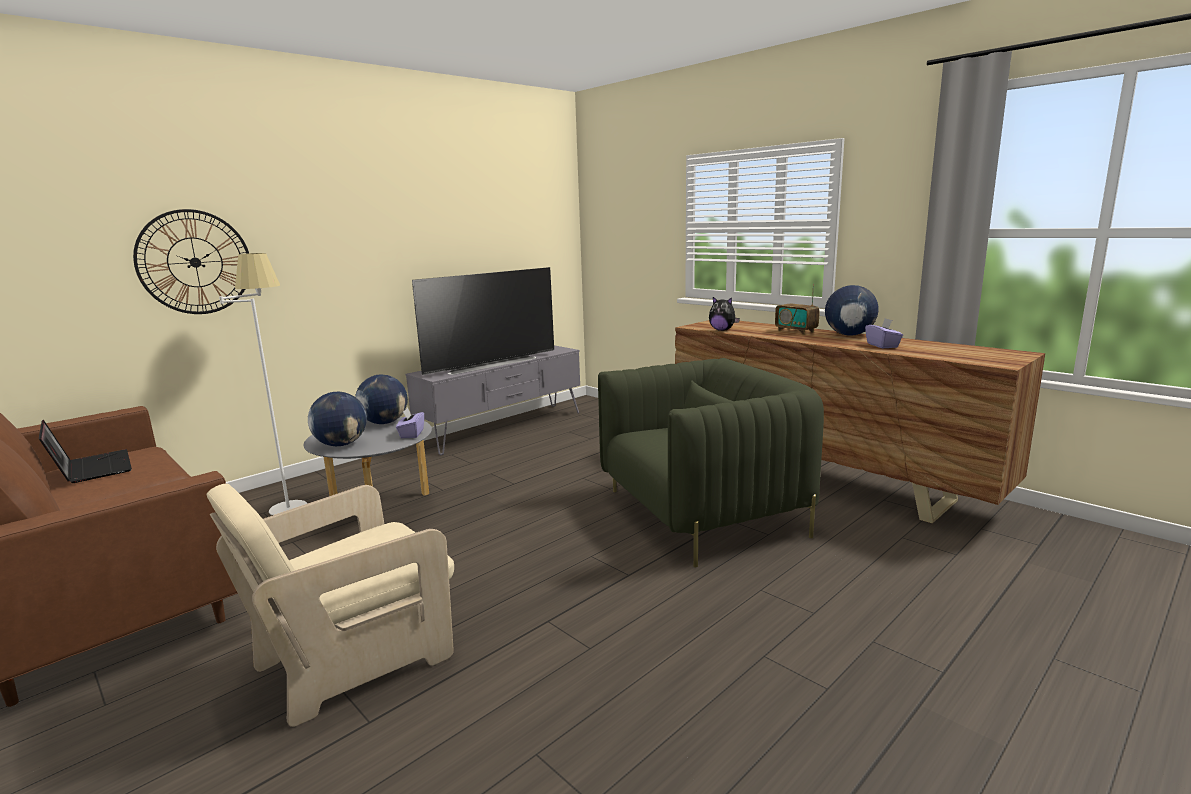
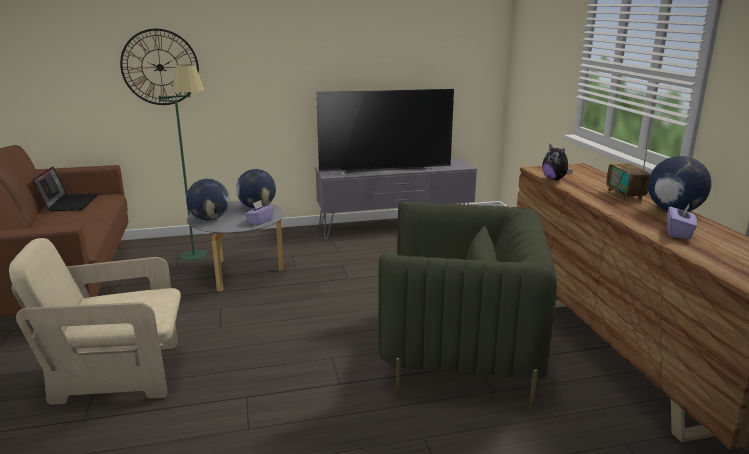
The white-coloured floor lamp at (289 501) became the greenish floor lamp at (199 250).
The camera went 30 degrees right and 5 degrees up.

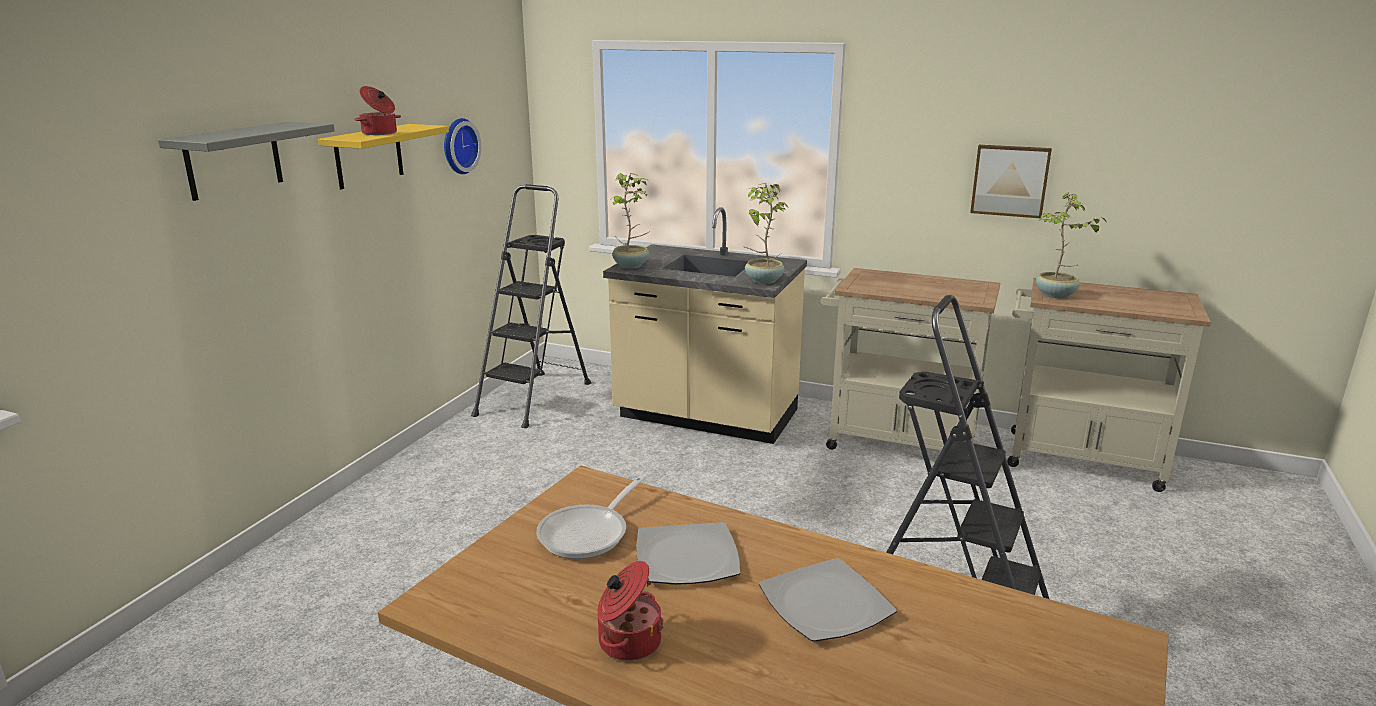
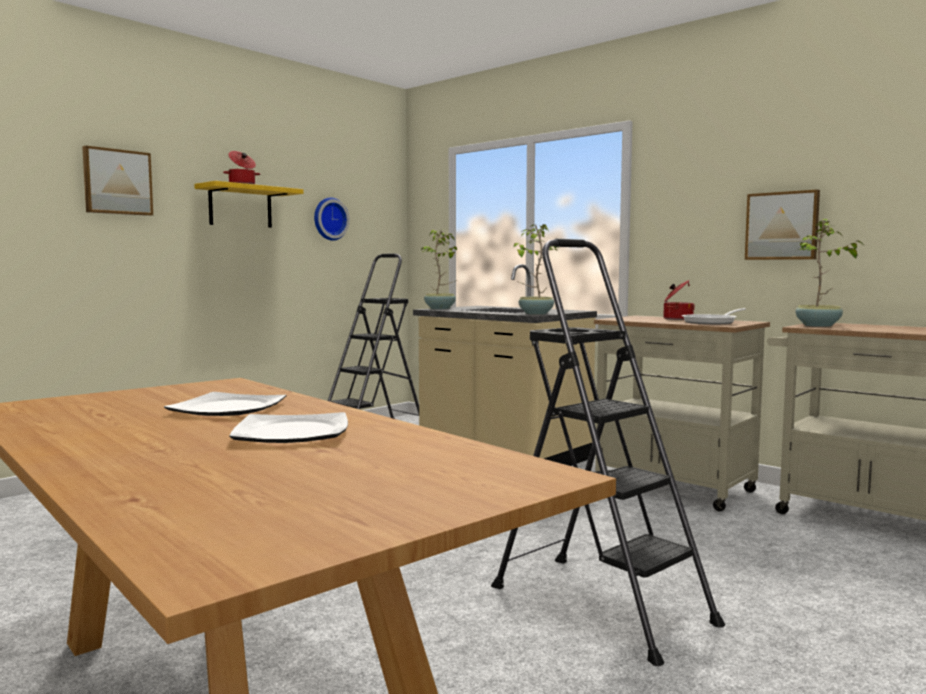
The greyish bracket shelf at (234 160) was replaced by the wall art at (117 182).
The pan moved from (589 533) to (712 322).
The cooking pot moved from (628 641) to (677 319).
The camera went 20 degrees right and 15 degrees down.

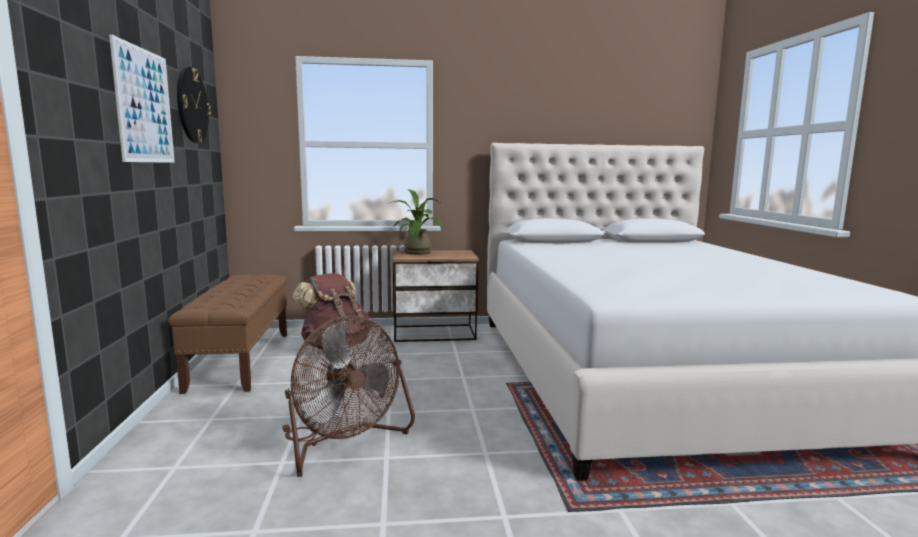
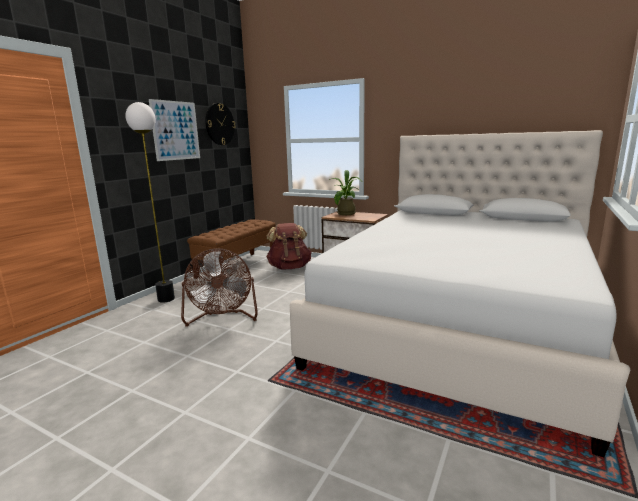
The floor lamp at (166 299) appeared.
The camera went 35 degrees right and 5 degrees up.

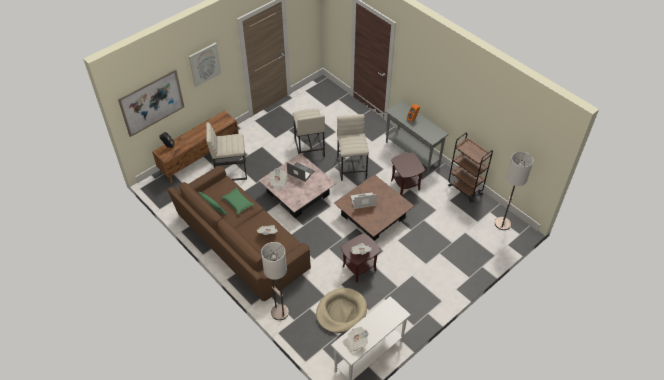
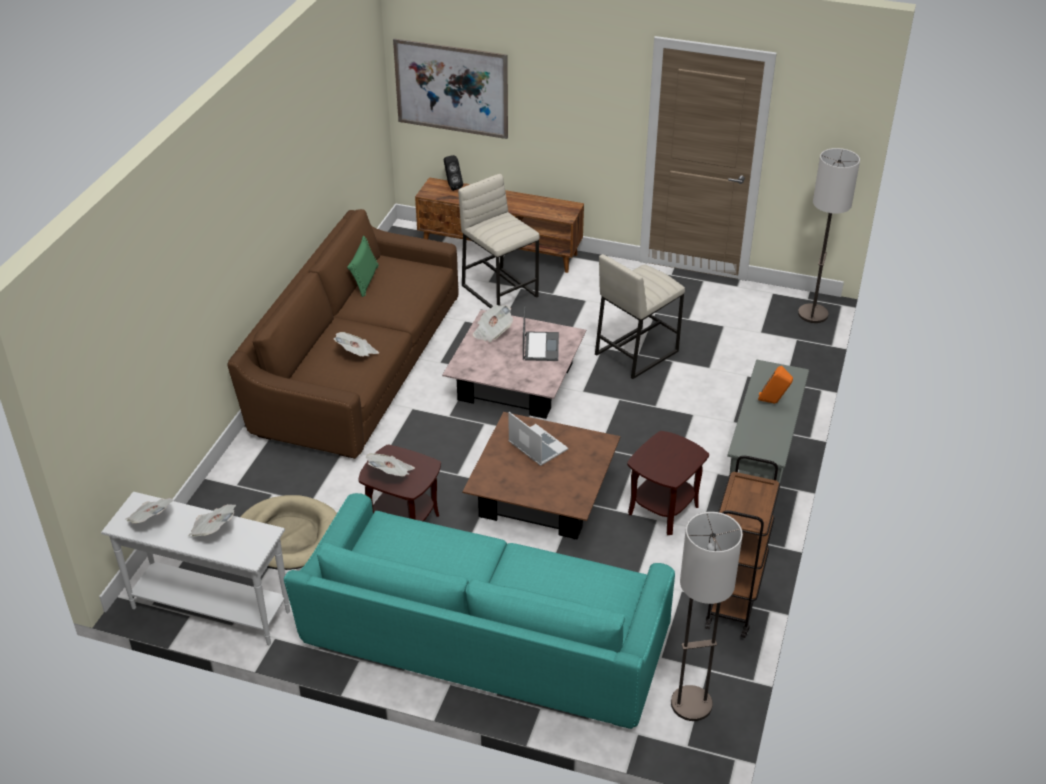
The wall art at (204 64) disappeared.
The greenish pillow at (237 202) disappeared.
The floor lamp moved from (279 312) to (812 314).
The sand-coloured stool seat at (351 167) disappeared.
The daily paper at (213 530) appeared.
The blue-green settee at (484 638) appeared.
The camera went 60 degrees right and 10 degrees down.

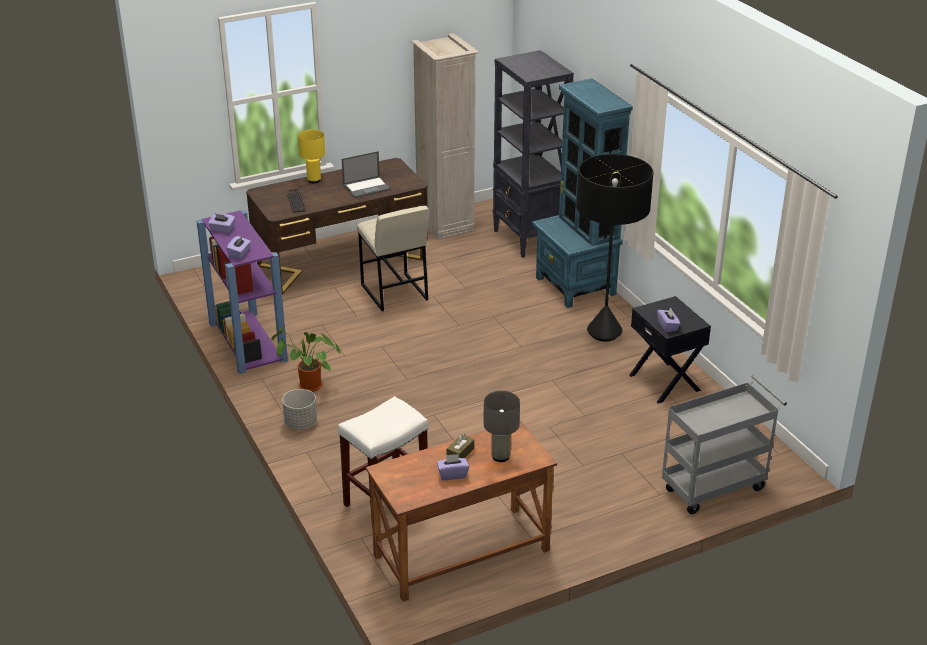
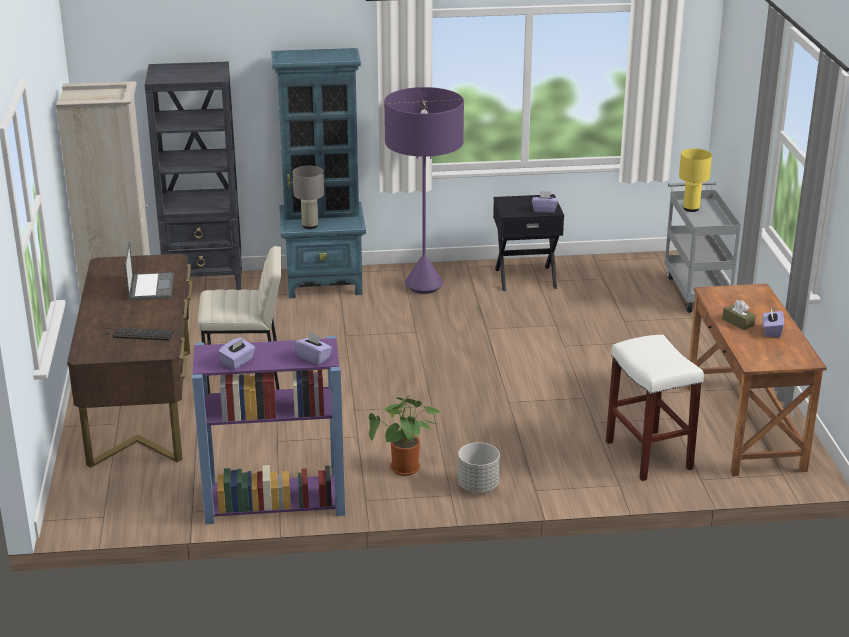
The yellow-coloured lamp for a table moved from (314 180) to (690 209).
The greyish lamp for a table moved from (501 456) to (310 226).
The black floor lamp at (604 334) became the purplish floor lamp at (424 287).
The camera went 70 degrees left and 5 degrees down.

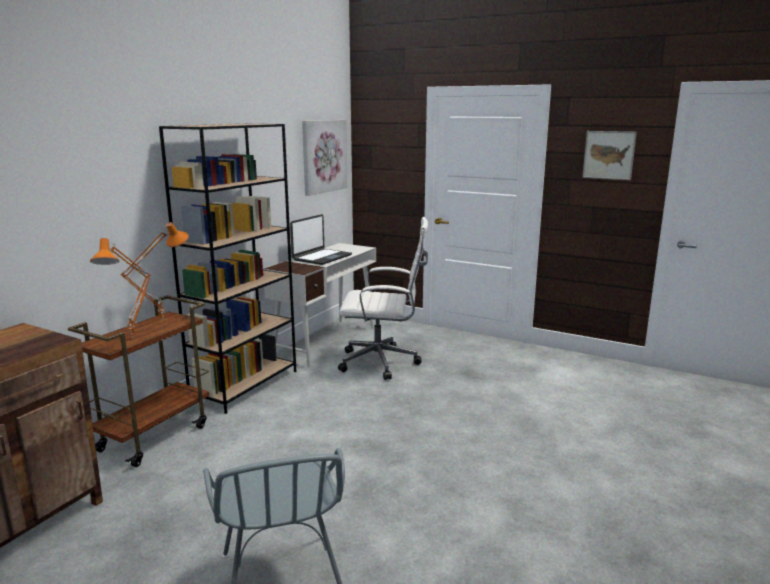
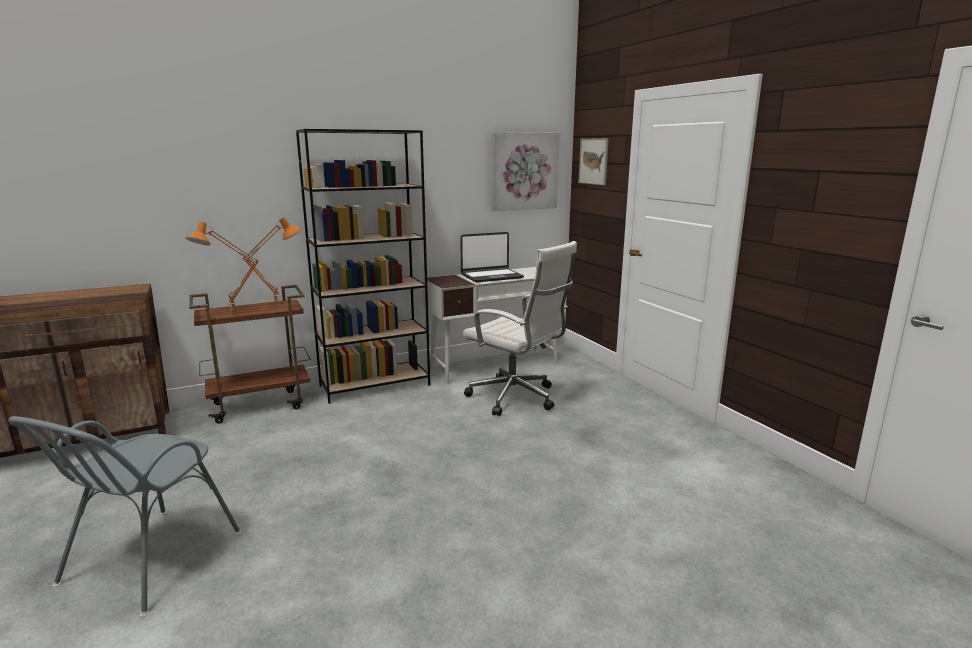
The wall art moved from (608 155) to (593 161).
The camera went 35 degrees right and 0 degrees up.

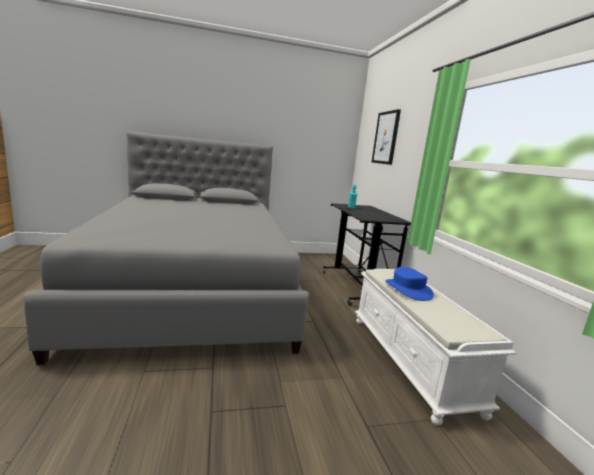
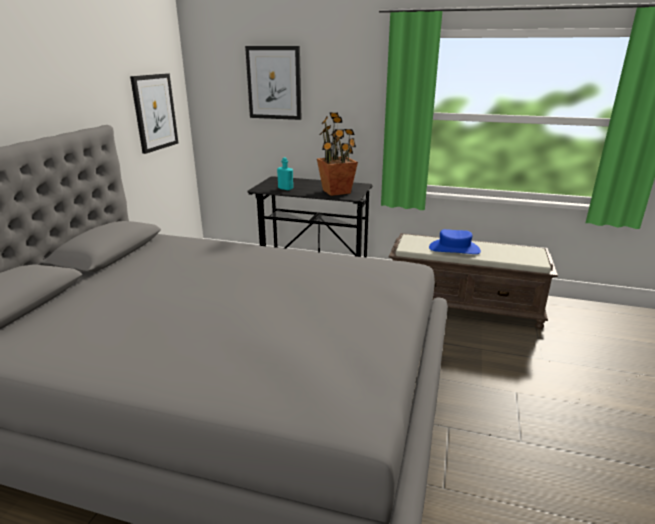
The white-coloured indoor bench at (411 361) became the brown indoor bench at (464 306).
The wall art at (154 112) appeared.
The potted plant at (337 192) appeared.
The camera went 60 degrees left and 10 degrees up.

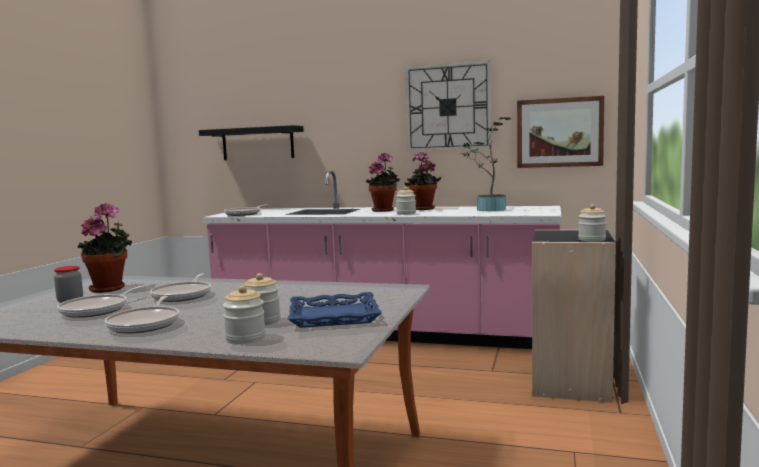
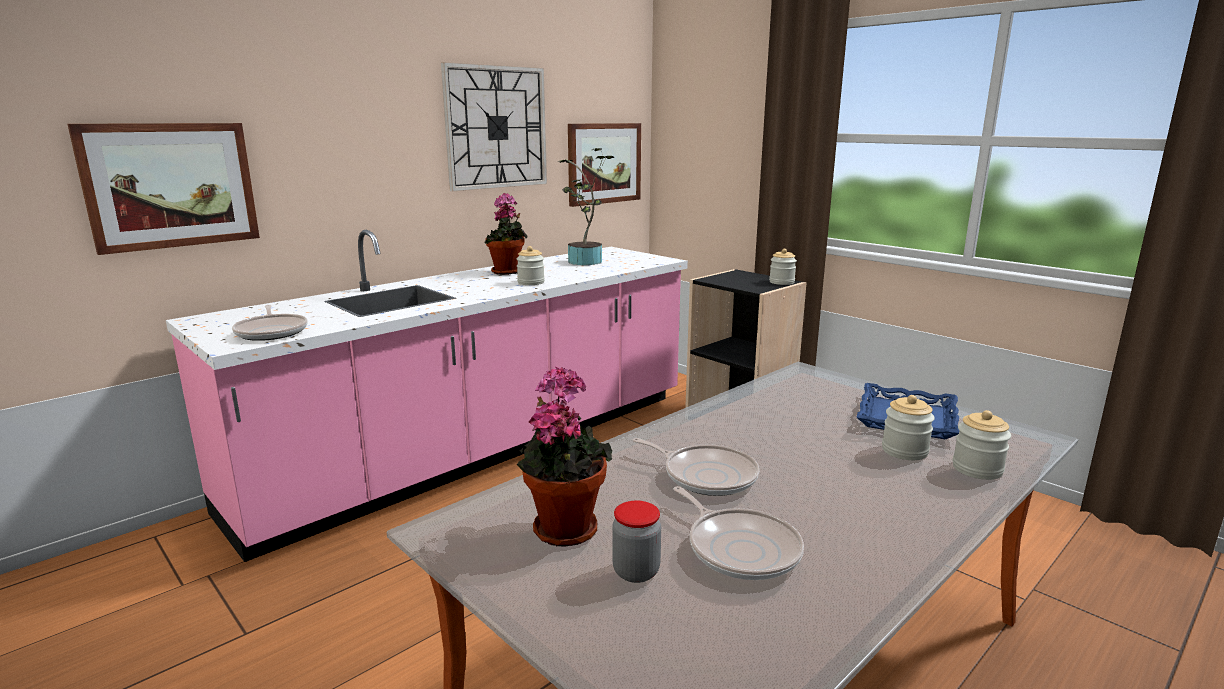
The pan at (145 324) disappeared.
The black bracket shelf at (257 143) was replaced by the wall art at (171 185).
The potted plant at (384 210) disappeared.
The camera went 60 degrees left and 10 degrees up.

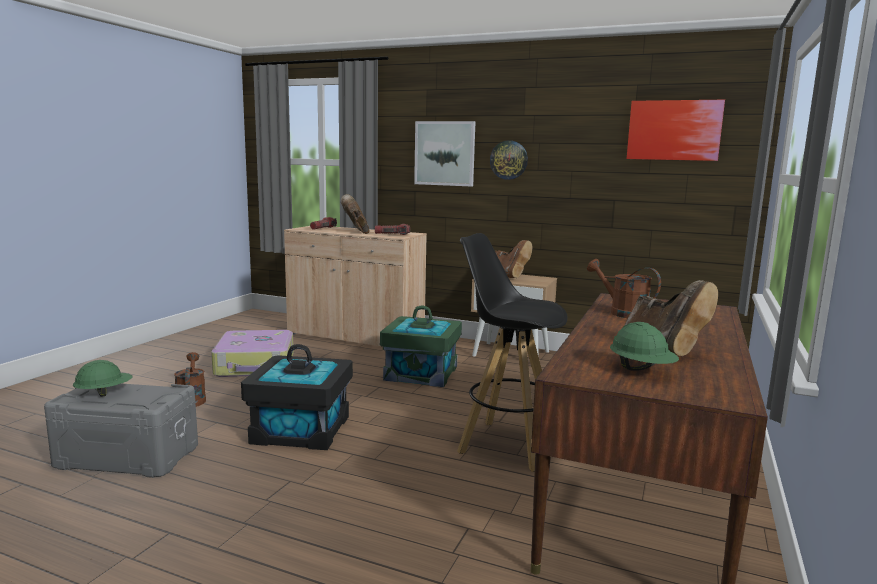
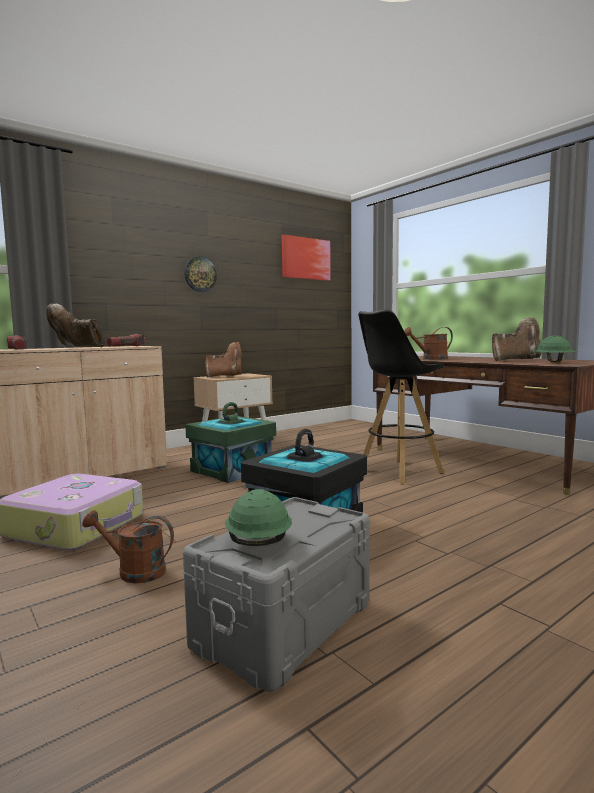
The wall art at (445 153) disappeared.
The camera went 60 degrees left and 5 degrees down.

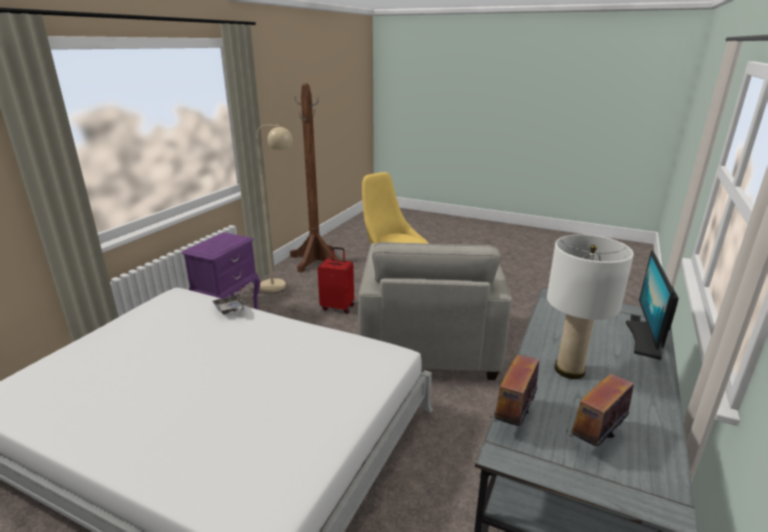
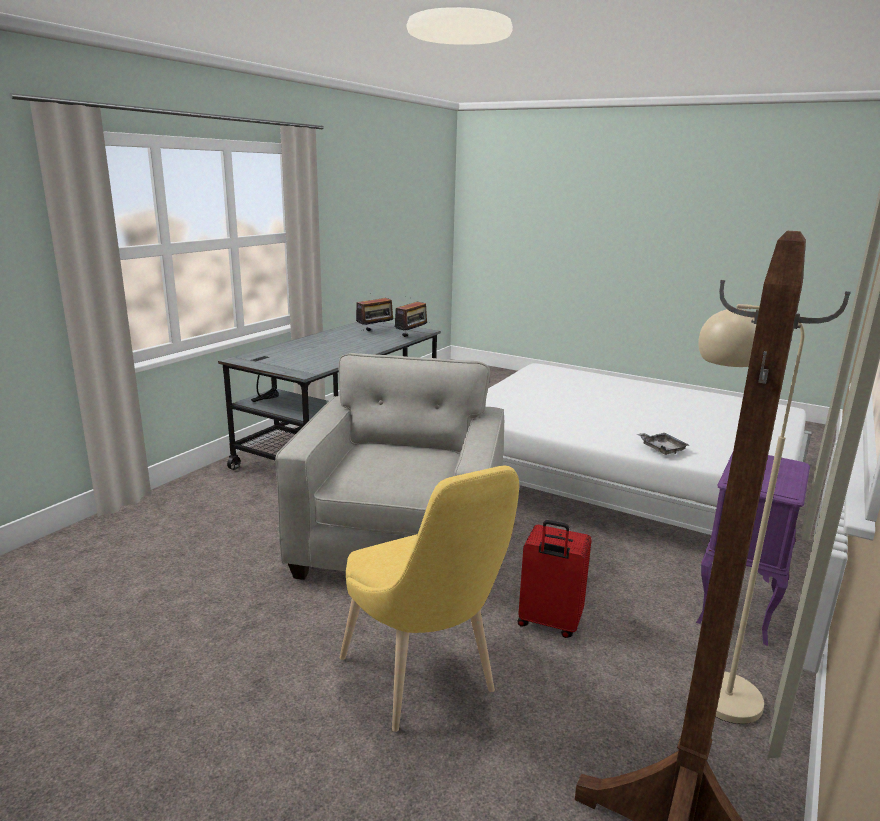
The white-coloured lamp for a table at (570 370) disappeared.
The computer screen at (645 339) disappeared.
The camera went 175 degrees left and 5 degrees down.

